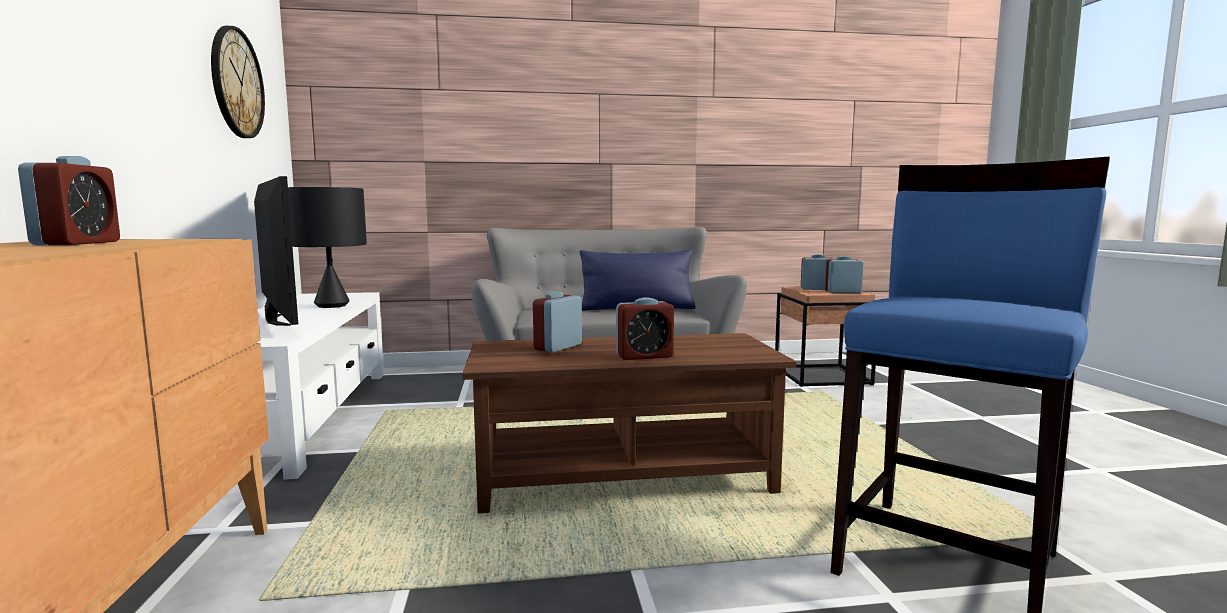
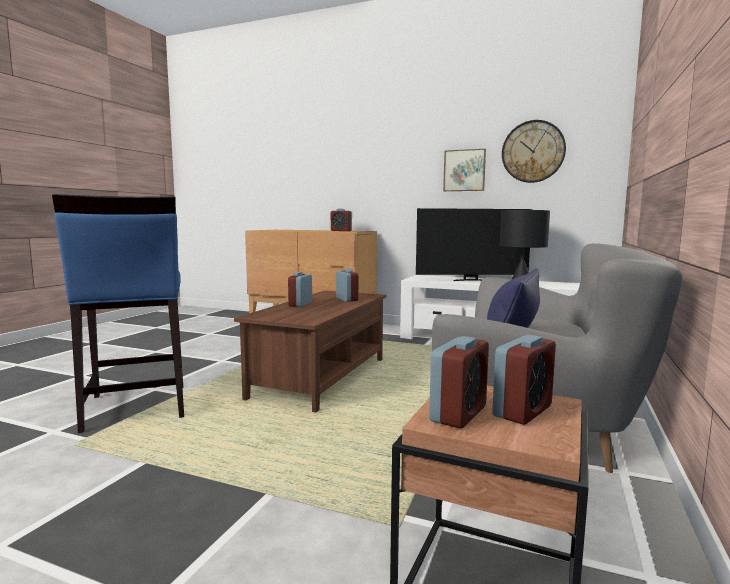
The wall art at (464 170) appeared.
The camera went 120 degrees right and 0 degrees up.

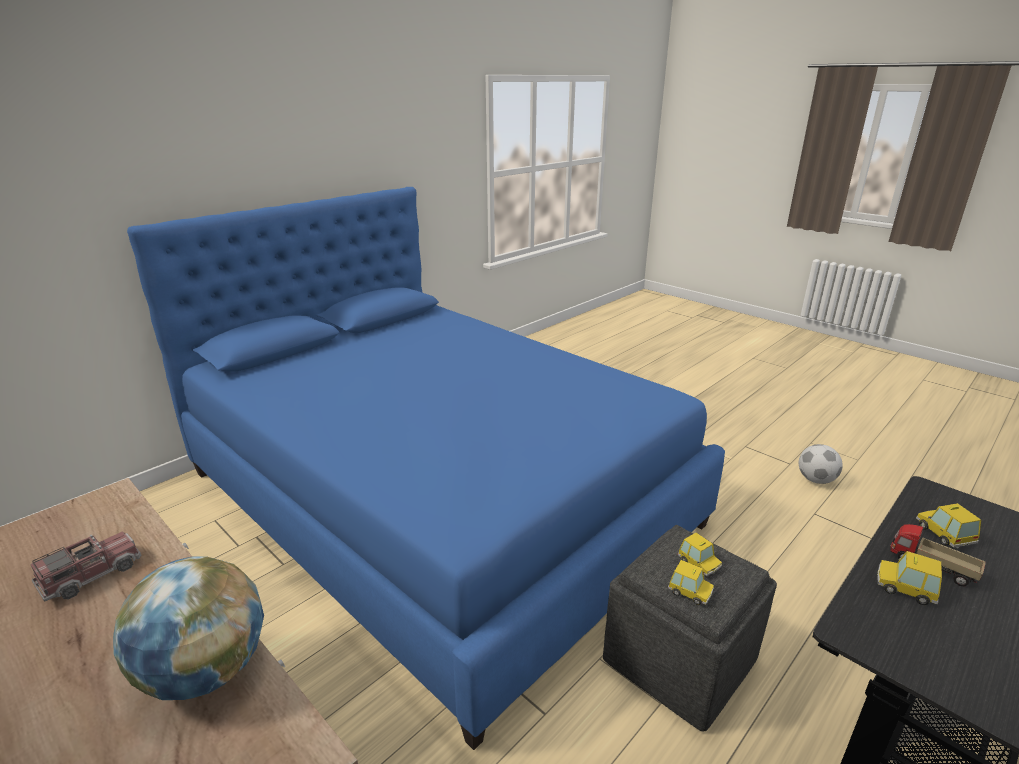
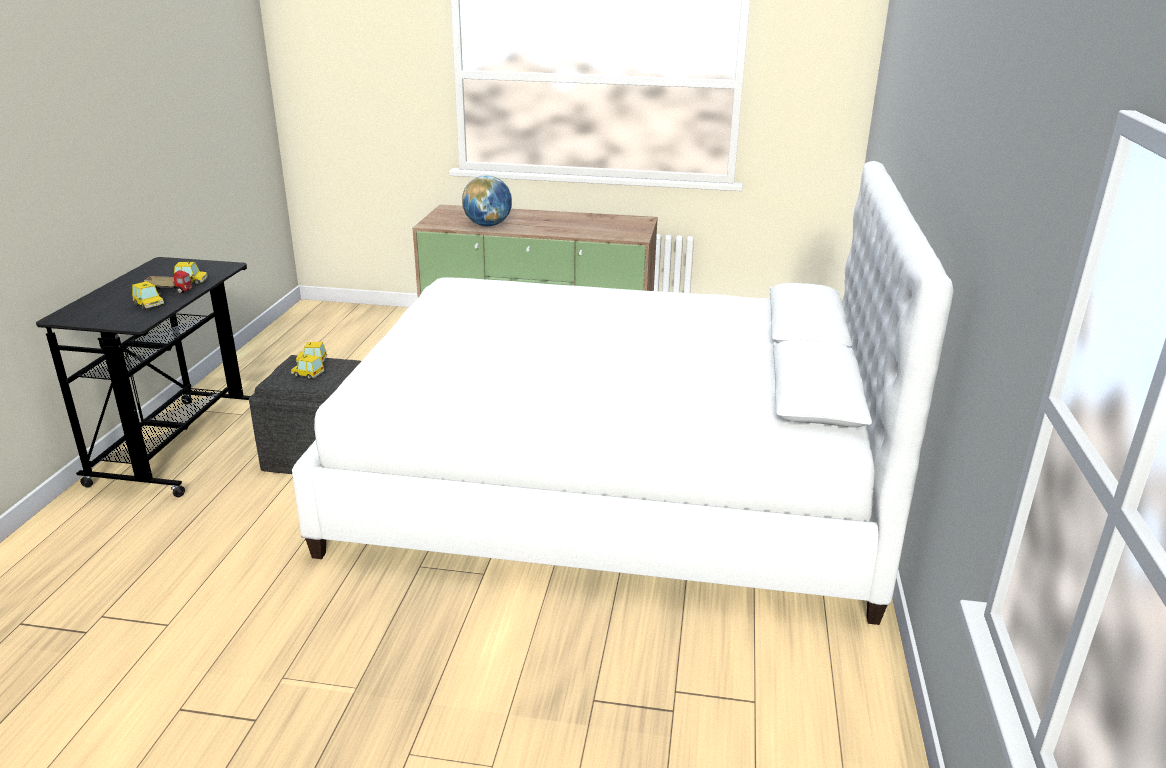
The toy lorry at (91 575) disappeared.
The blue-coloured bedroom bed at (436 497) became the white-coloured bedroom bed at (611 483).
The football ball at (815 480) disappeared.
The camera went 145 degrees right and 0 degrees up.

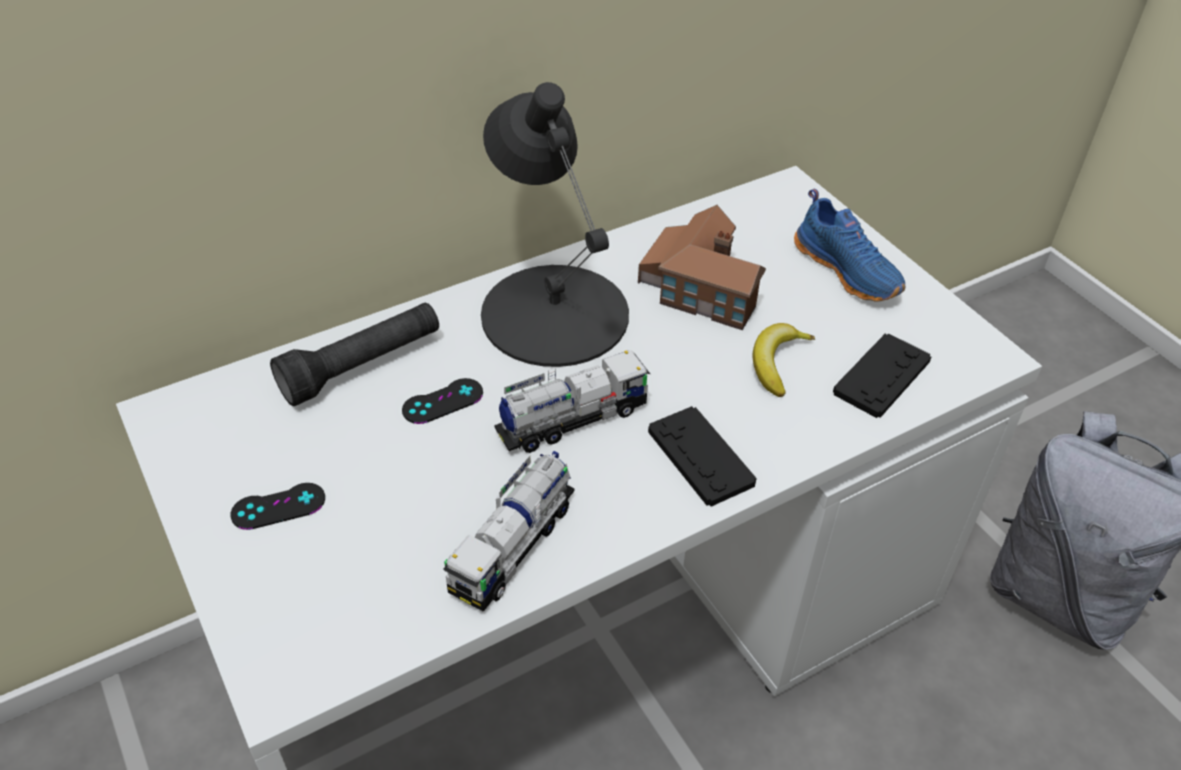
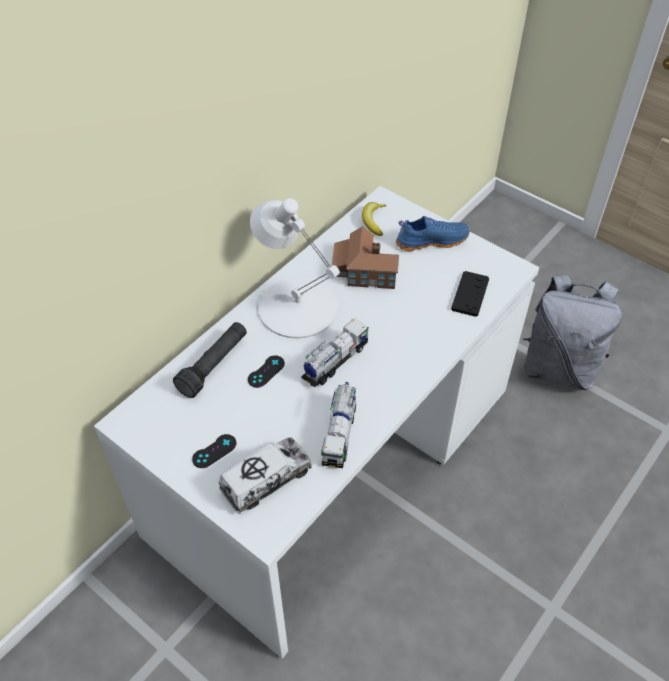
The black lamp for a table at (555 313) became the white-coloured lamp for a table at (297 306).
The black joypad at (700 457) disappeared.
The banana moved from (777 363) to (373 221).
The blue-coloured shoe at (848 270) turned 45 degrees counterclockwise.
The toy lorry at (266 480) appeared.
The camera went 20 degrees left and 5 degrees up.

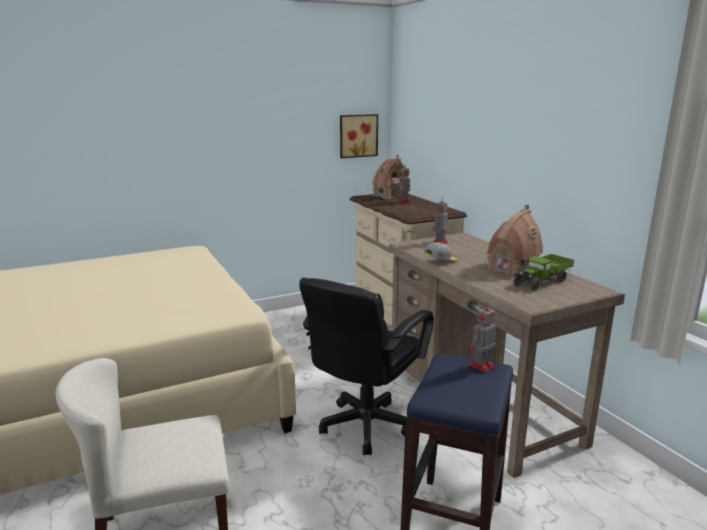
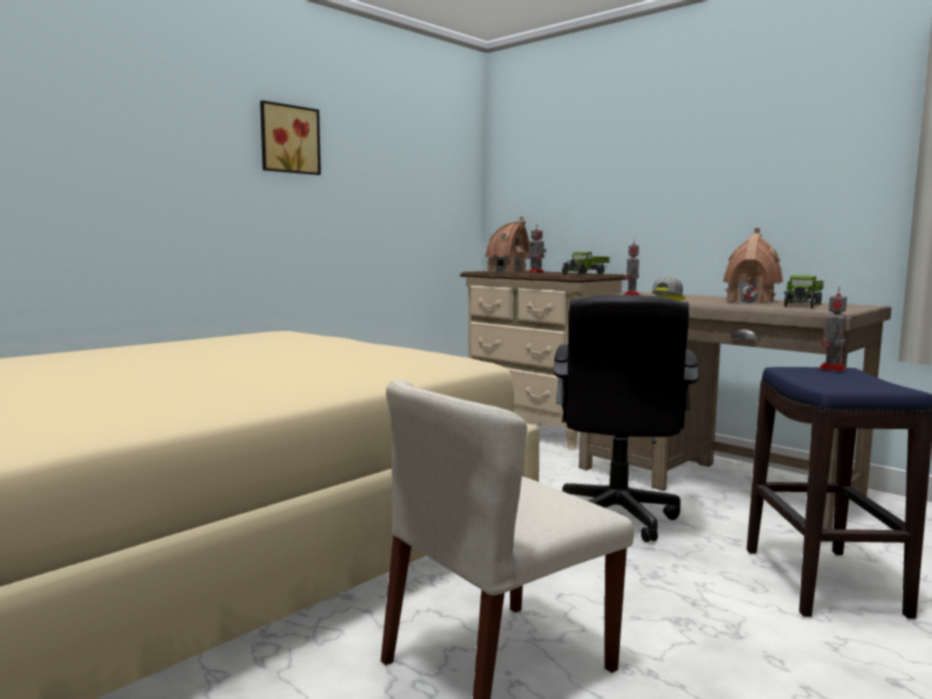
The wall art moved from (357 135) to (288 139).
The toy lorry at (585 274) appeared.
The camera went 20 degrees left and 10 degrees down.

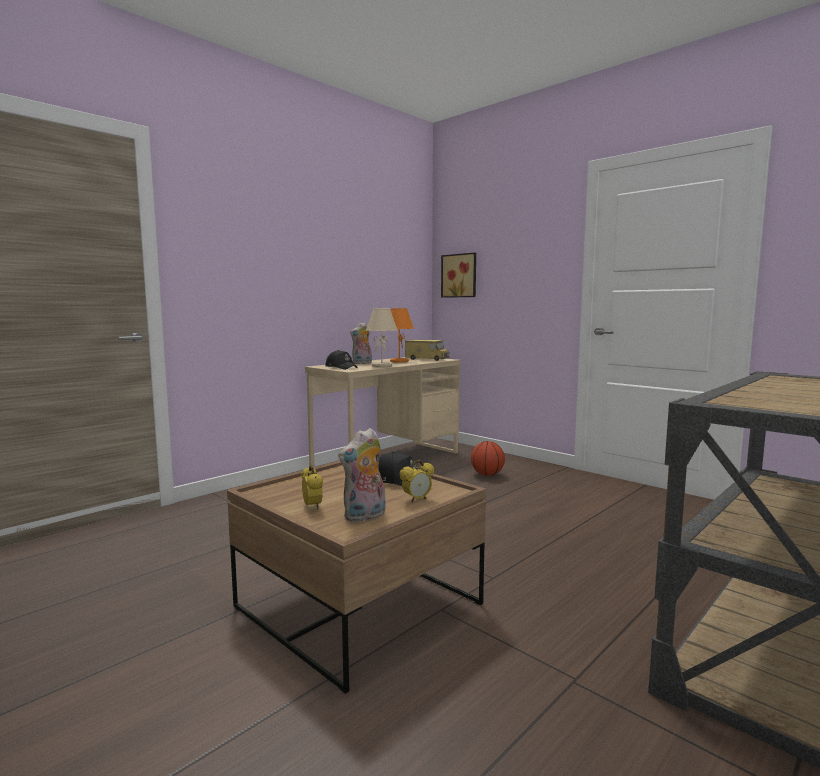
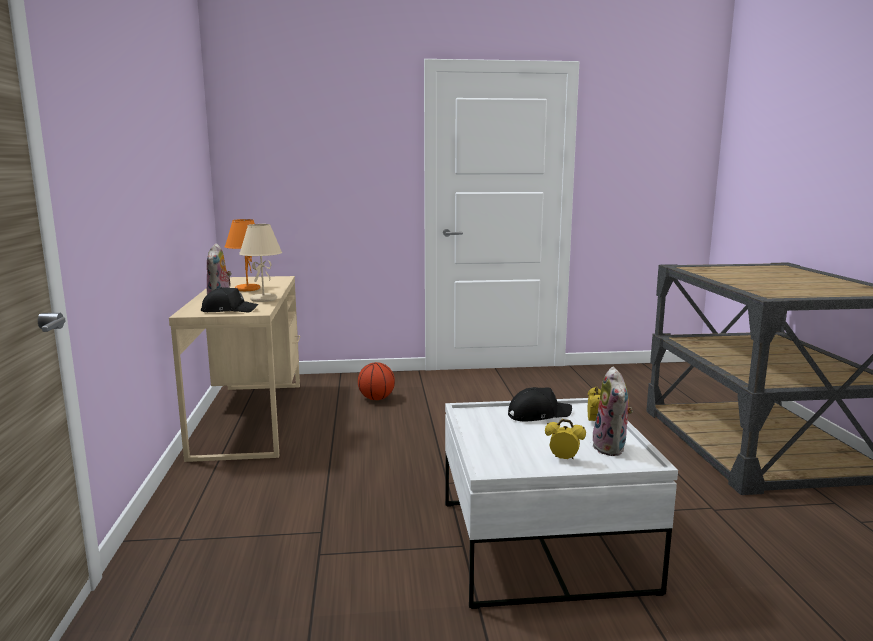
The brown low table at (358 606) became the white-coloured low table at (542 545).
The toy lorry at (427 359) disappeared.
The wall art at (460 275) disappeared.
The camera went 50 degrees left and 5 degrees up.

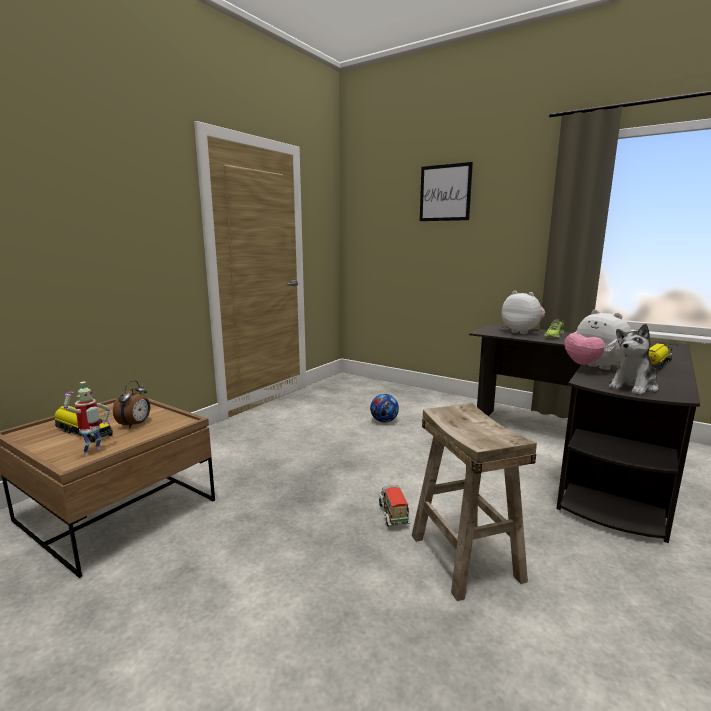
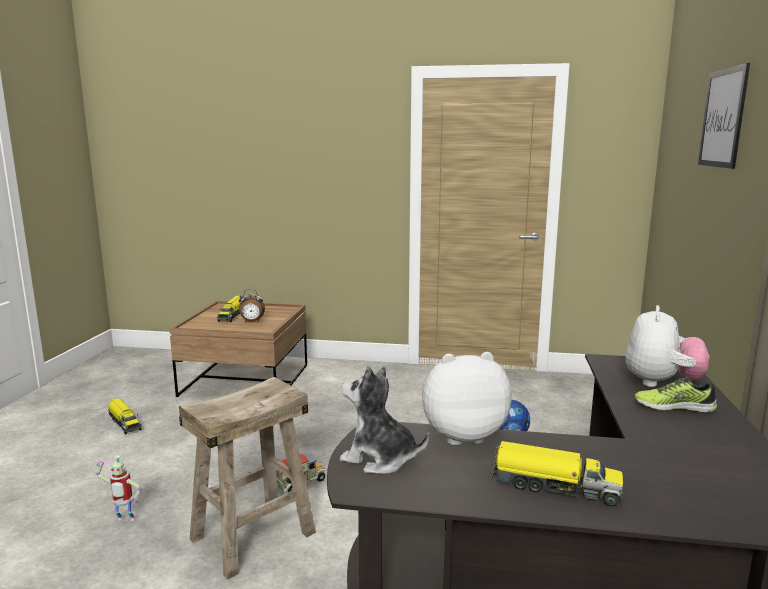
The toy robot moved from (93 452) to (124 521).
The soft toy at (593 368) turned 45 degrees clockwise.
The toy lorry at (124 422) appeared.
The camera went 65 degrees right and 0 degrees up.

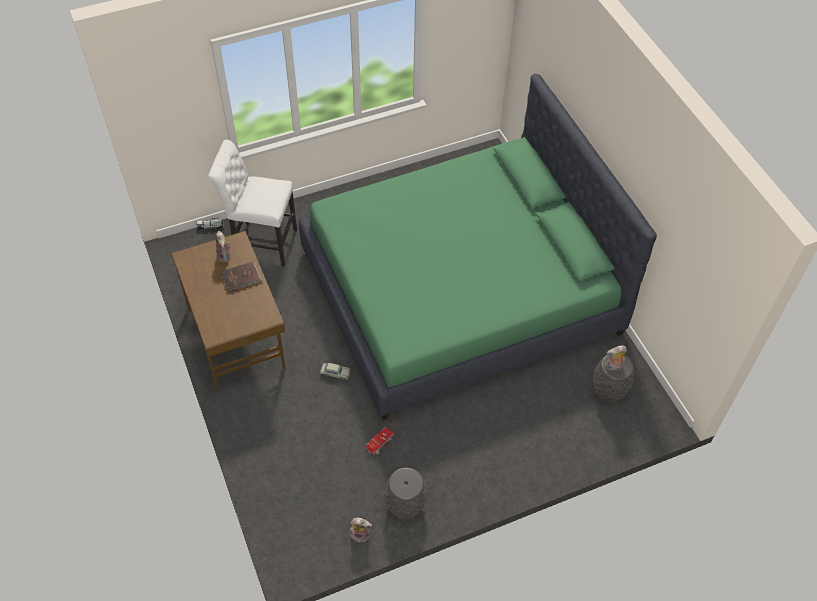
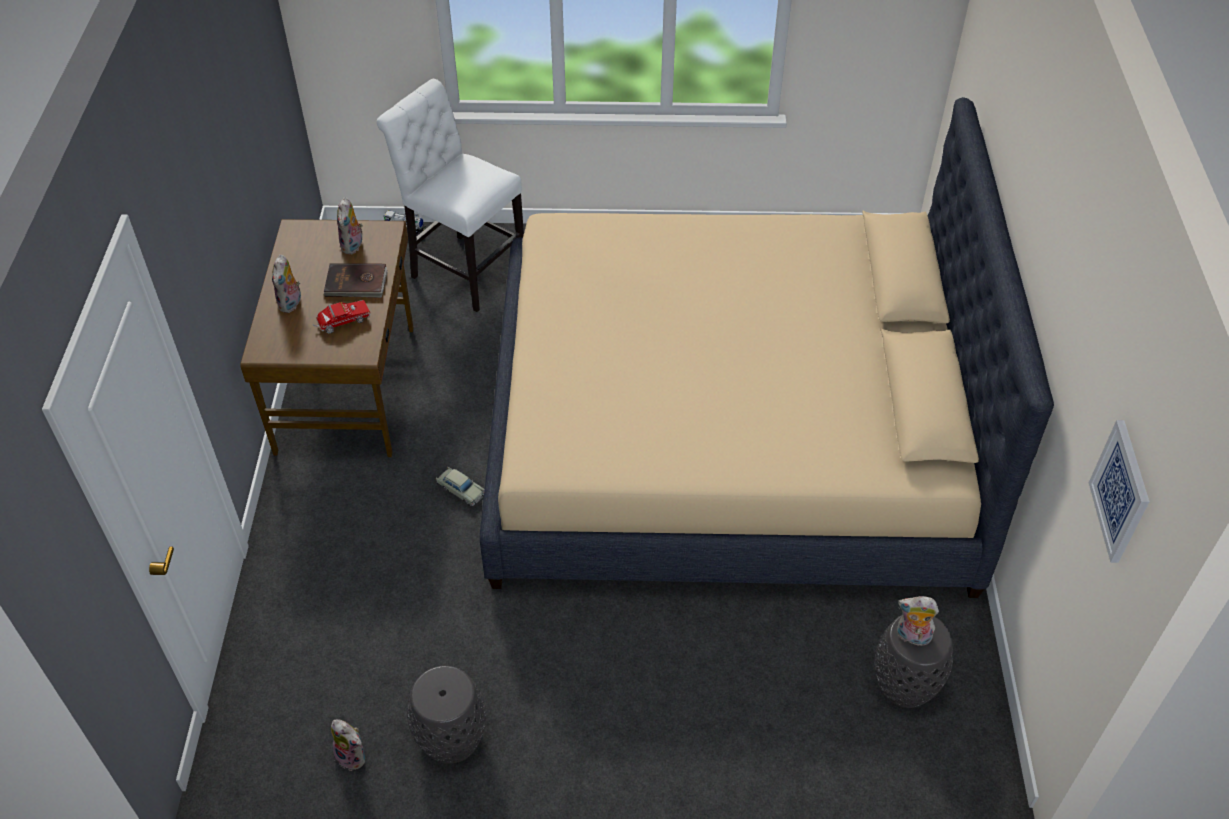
The greenish bedroom bed at (459 291) became the sand-coloured bedroom bed at (728 434).
The toy lorry moved from (378 444) to (341 322).
The soft toy at (291 304) appeared.
The wall art at (1121 491) appeared.
The camera went 25 degrees right and 5 degrees down.

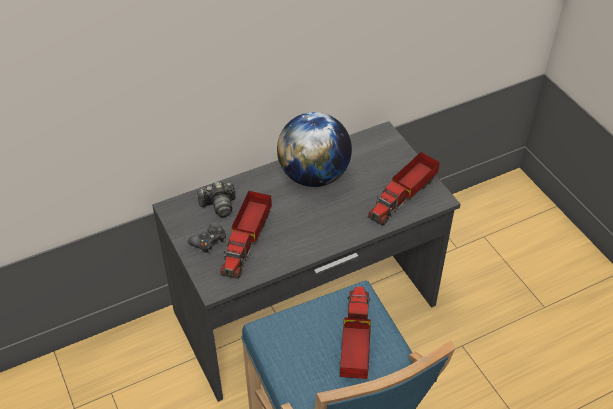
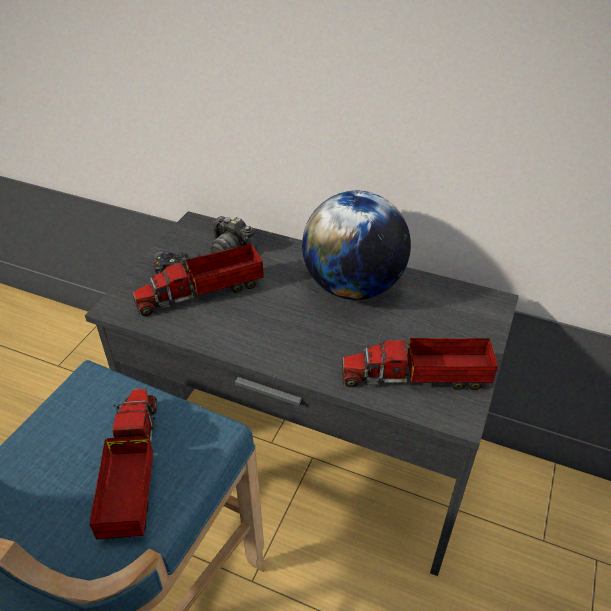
The toy lorry at (355 340) turned 60 degrees counterclockwise.
The camera went 50 degrees right and 5 degrees down.

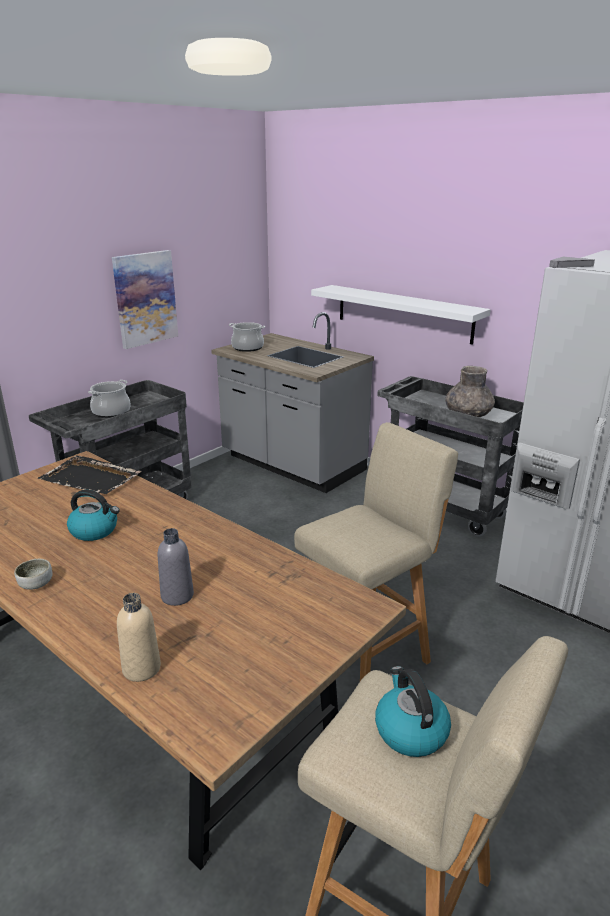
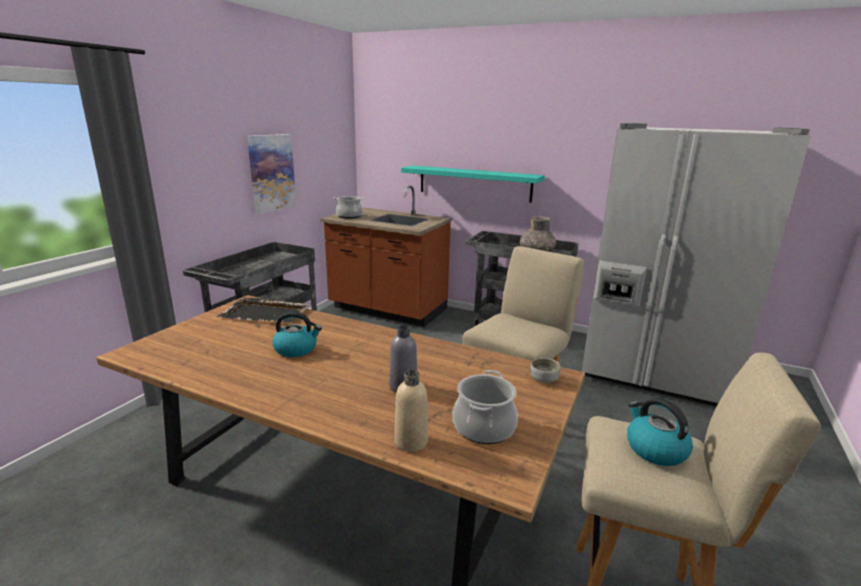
The deep dish moved from (36 584) to (544 379).
The cooking pot moved from (111 412) to (484 427).
The greyish kitchen base unit at (292 464) became the brown kitchen base unit at (387 309).
The white-coloured bracket shelf at (403 313) became the blue-green bracket shelf at (474 183).
The camera went 15 degrees left and 5 degrees down.

